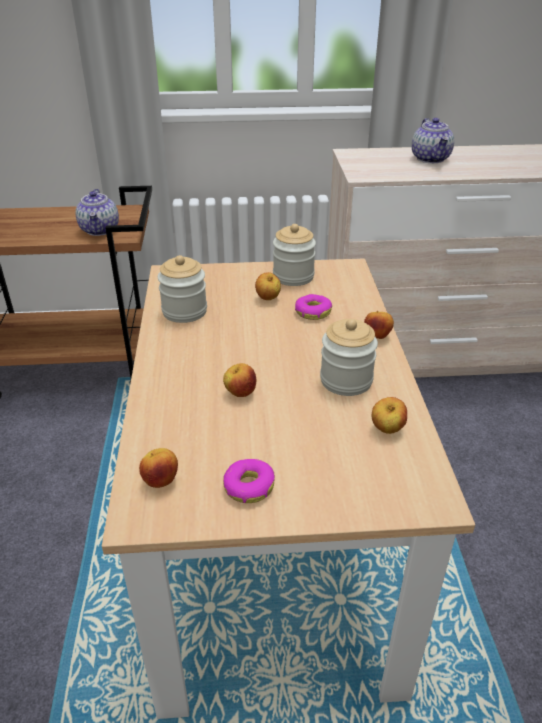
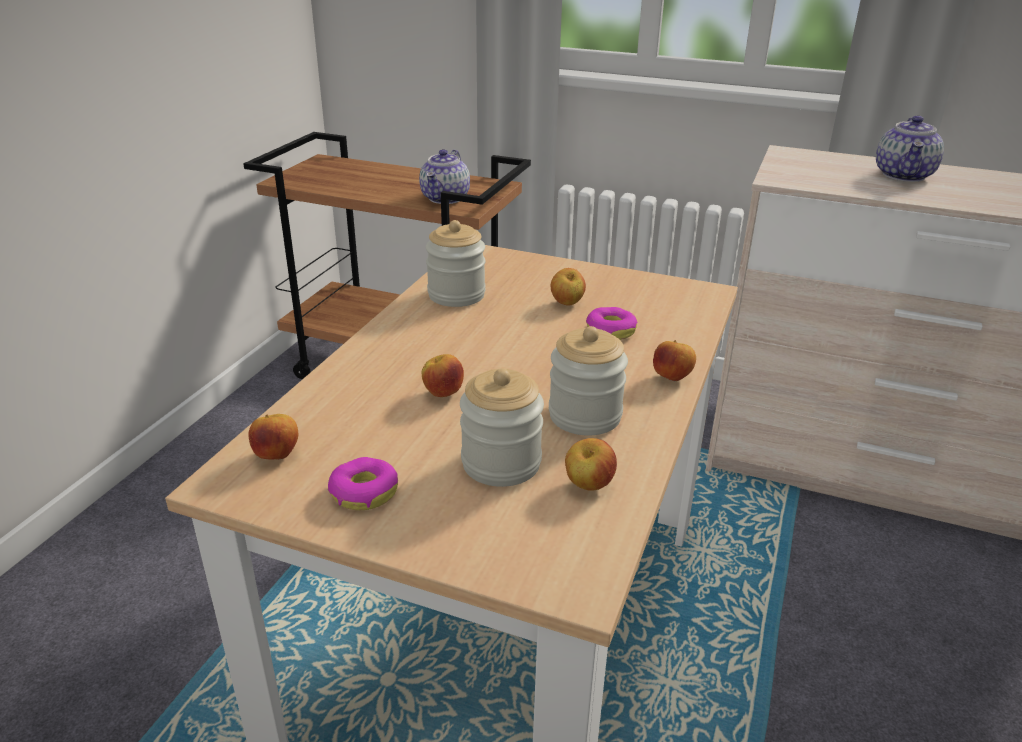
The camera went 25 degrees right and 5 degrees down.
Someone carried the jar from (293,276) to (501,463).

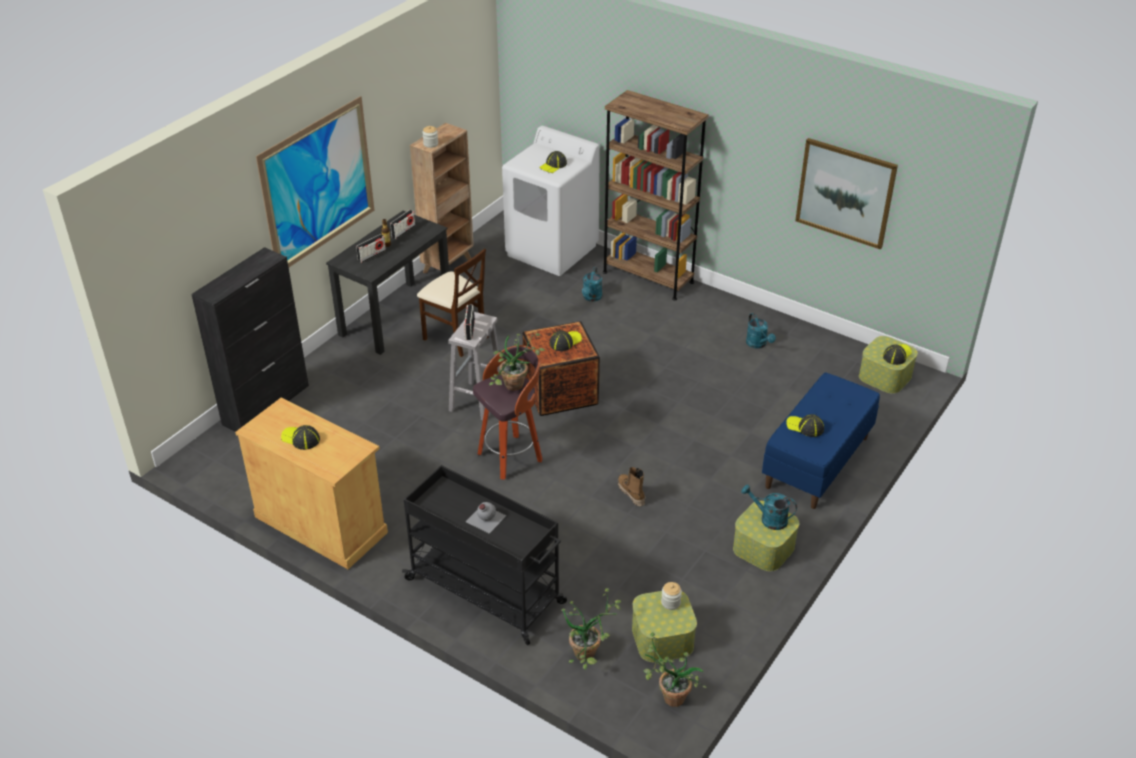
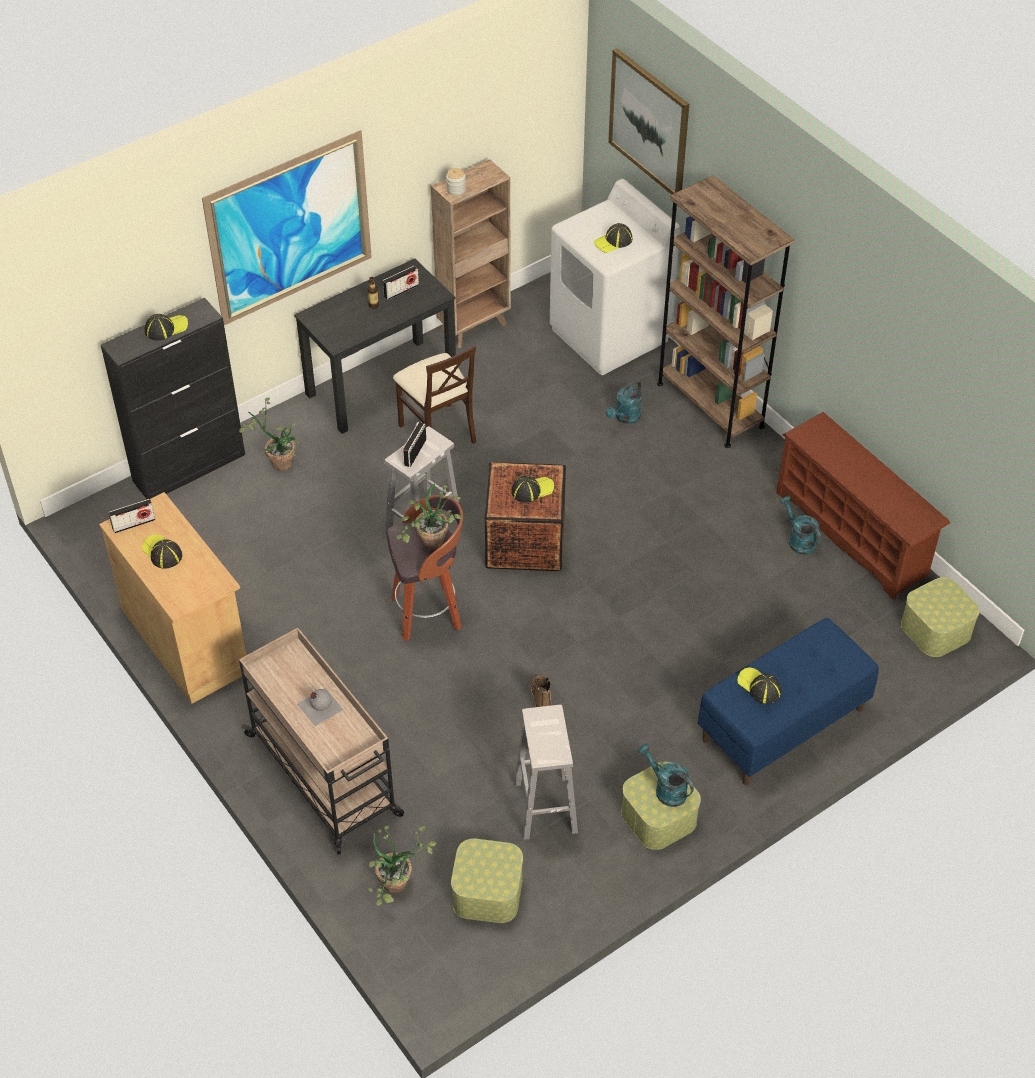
The camera went 20 degrees right and 10 degrees up.
Someone carried the radio receiver from (372,255) to (134,524).
Someone carried the baseball cap from (896,355) to (166,328).
Someone carried the plant in a pot from (668,695) to (278,460).
Someone repainted the cart/blackish at (487,592), which became the cart/sand-coloured at (324,776).
Someone put down the sitting stool/white-coloured at (546,808).
Someone carried the wall art from (845,193) to (649,123).
Someone put down the shoe shelf/brownish at (853,533).
Someone rotated the watering can/blue-green at (758,344) by 150 degrees clockwise.
Someone took away the jar at (670,602).

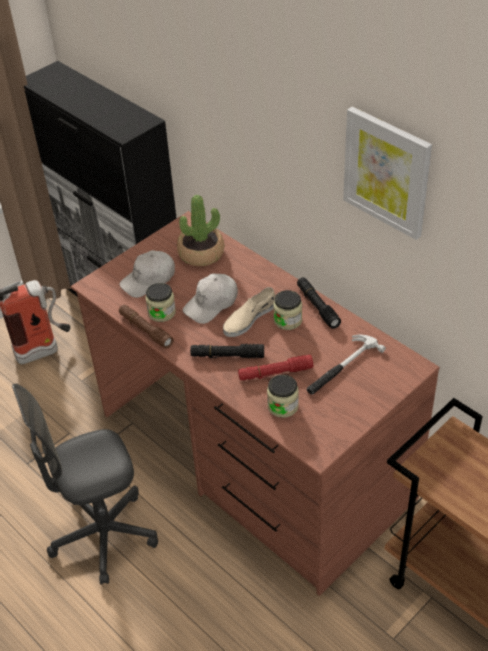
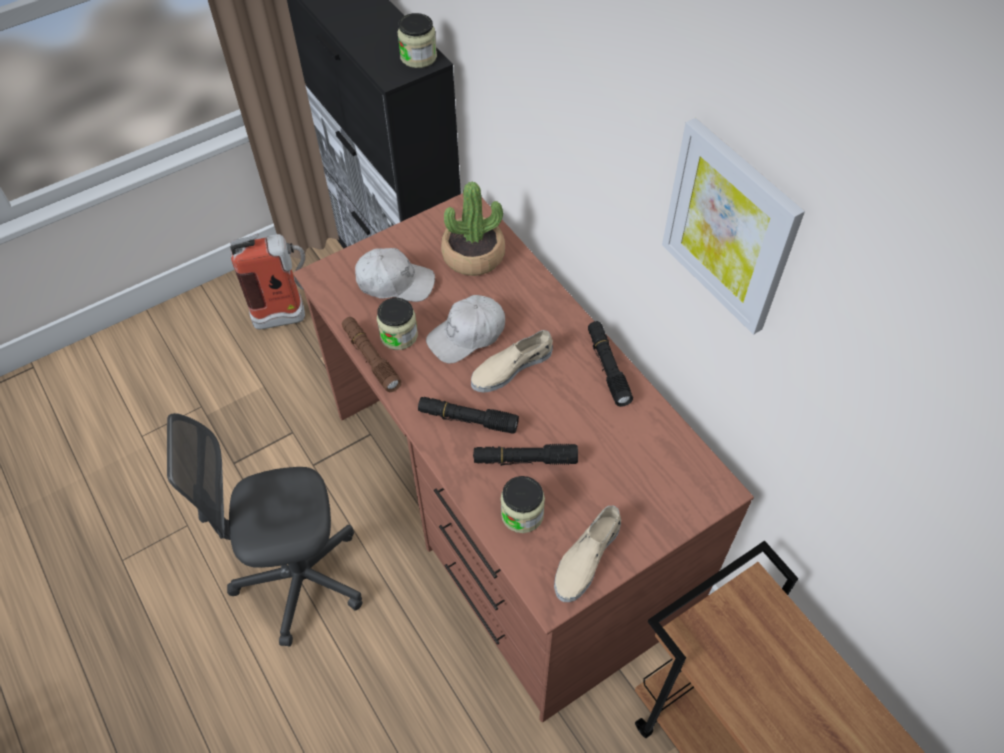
The camera went 10 degrees right and 10 degrees up.
Someone rotated the baseball cap/white-coloured at (148,280) by 150 degrees counterclockwise.
Someone carried the jar from (287,320) to (418,57).
Someone repainted the hand torch/reddish at (275,373), which became the hand torch/blackish at (525,459).
Someone put down the shoe/sand-coloured at (586,558).
Someone took away the tool hammer at (341,367).

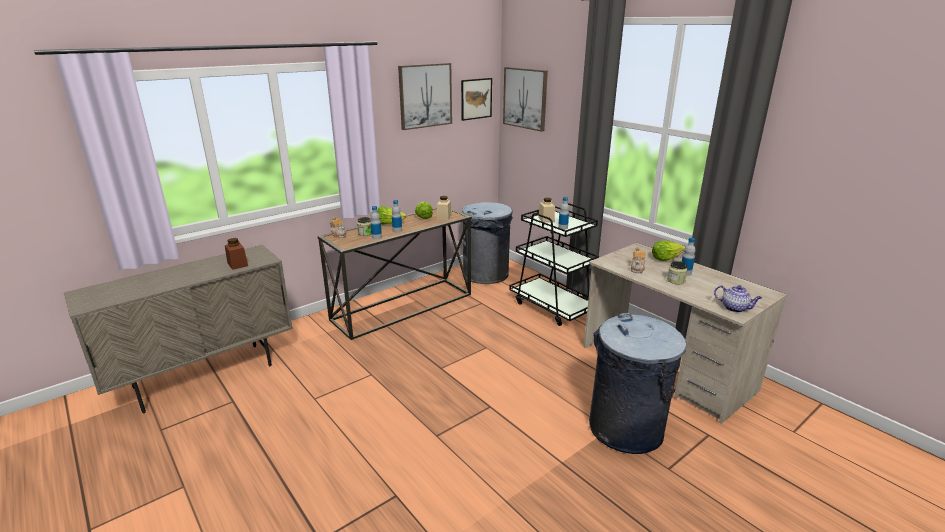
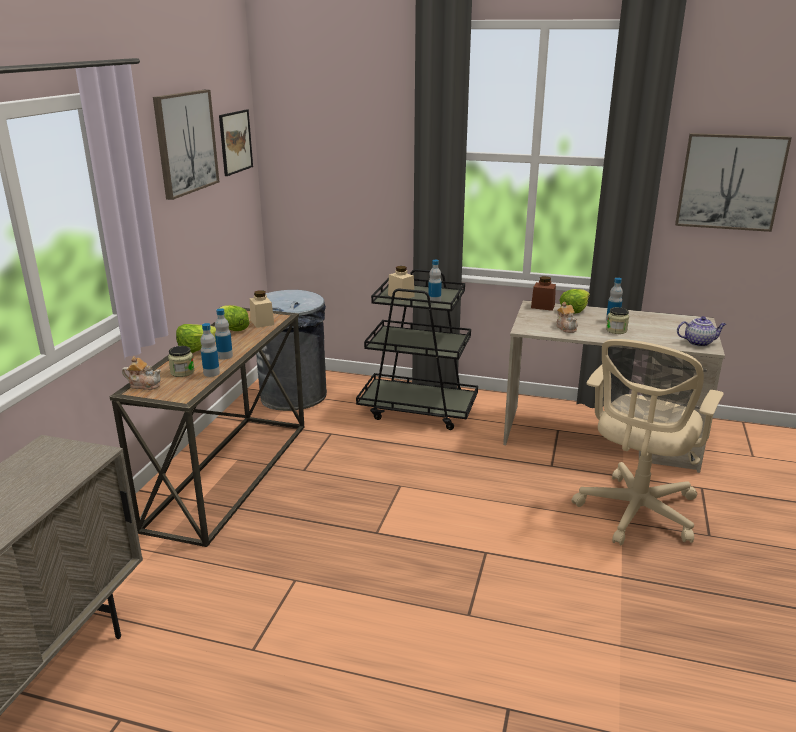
The camera went 35 degrees left and 0 degrees up.
Someone carried the jar/brownish from (237,264) to (542,306).
Someone swapped the trash can/greyish at (625,429) for the desk chair/sand-coloured at (635,514).
Someone carried the wall art from (525,98) to (730,182).

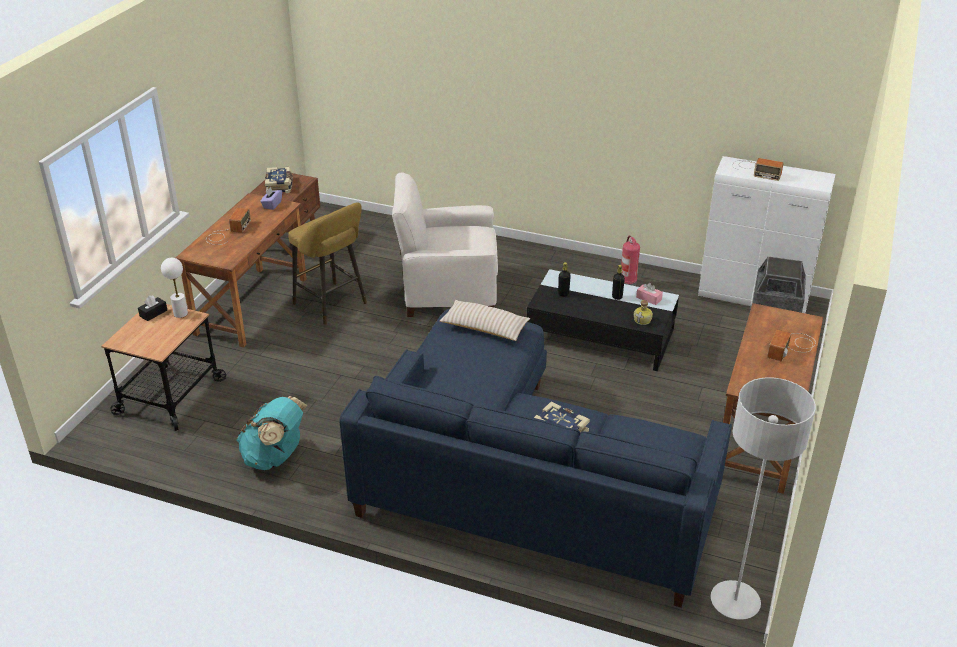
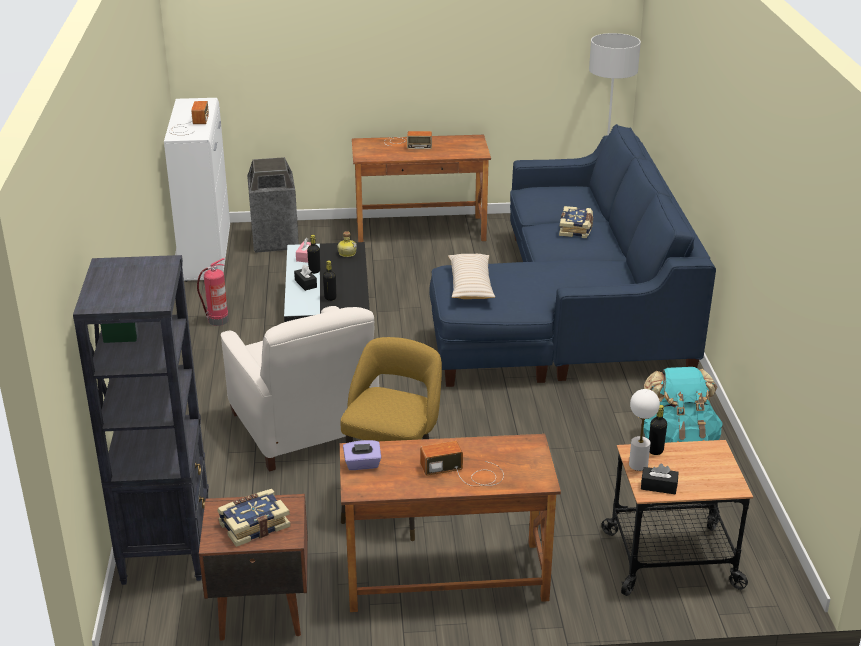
The camera went 115 degrees left and 5 degrees down.
Someone put down the bookshelf/blackish at (167,547).
Someone put down the box of tissues/blackish at (305,284).
Someone put down the beverage bottle/blackish at (655,451).

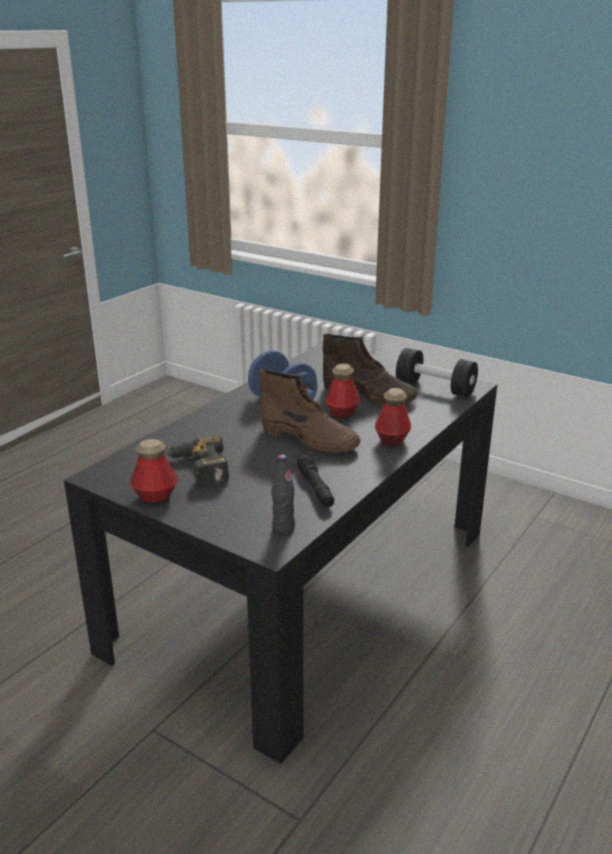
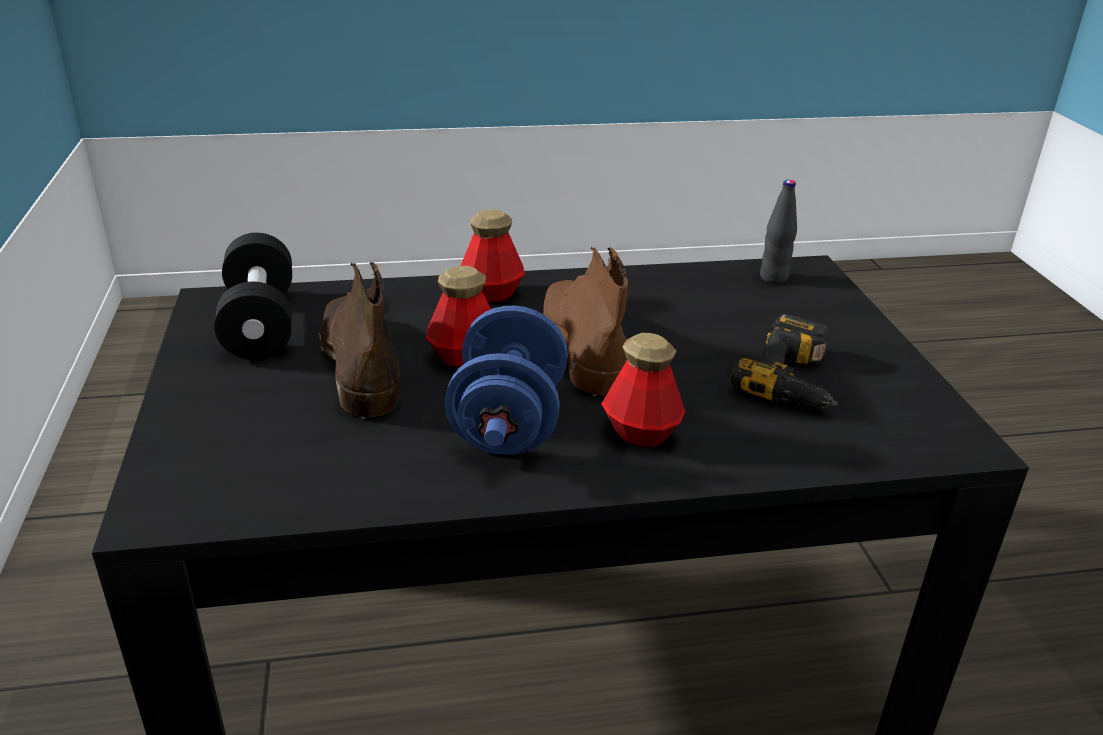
The camera went 135 degrees left and 5 degrees up.
Someone carried the beverage bottle from (155,496) to (640,433).
Someone took away the hand torch/blackish at (315,488).

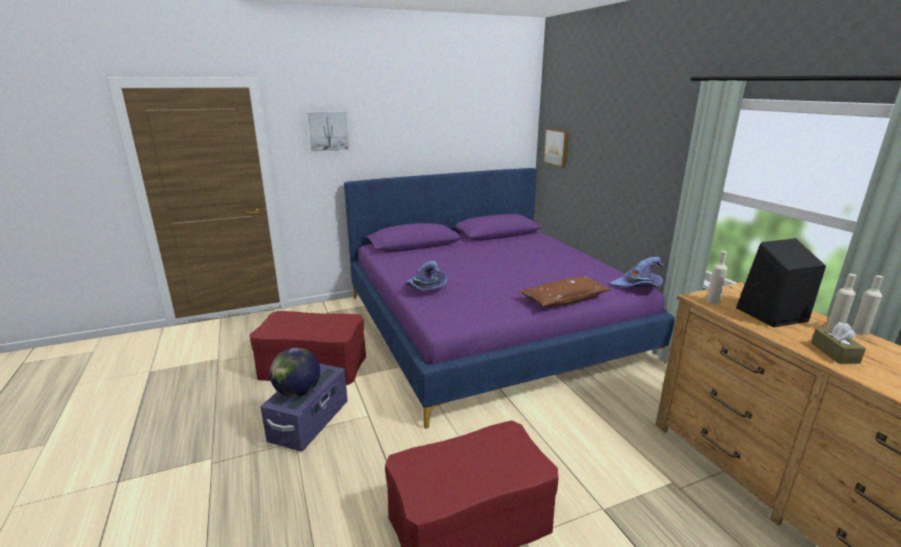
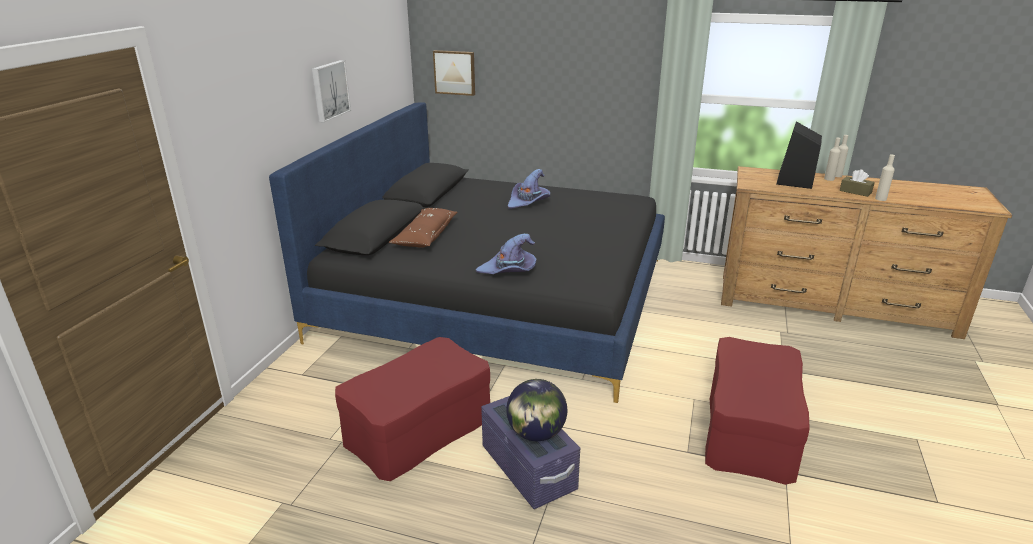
The camera went 50 degrees left and 5 degrees up.
Someone repainted the bedroom bed/purple at (490,326), which became the bedroom bed/blackish at (499,297).
Someone carried the wall art from (327,131) to (329,90).
Someone carried the pillow/brownish from (564,299) to (425,236).
Someone carried the hat/purple from (637,286) to (529,202).
Someone carried the beverage bottle/sand-coloured from (713,301) to (880,199).

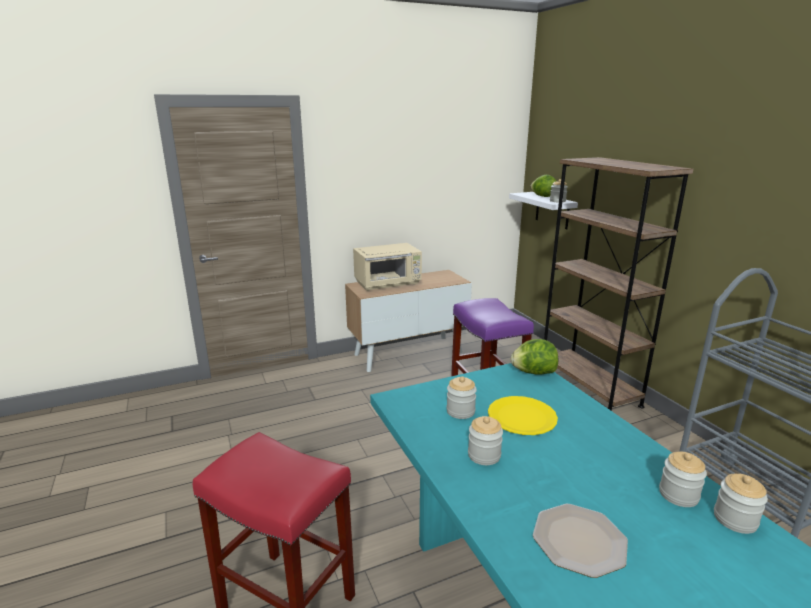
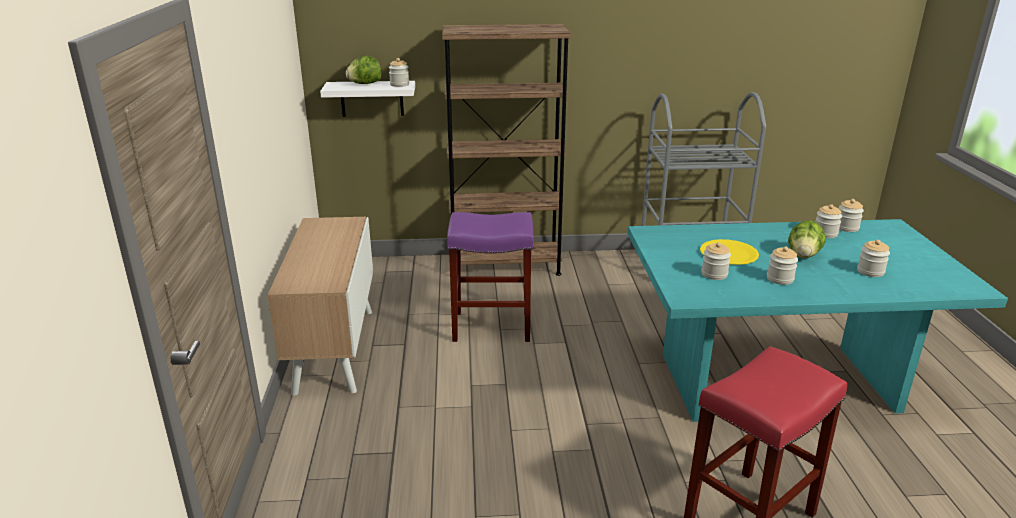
The camera went 70 degrees left and 5 degrees up.
Someone carried the lettuce from (533,372) to (803,255).
Someone swapped the plate at (579,541) for the jar at (870,271).
Someone took away the kitchen microwave/sand-coloured at (388,284).

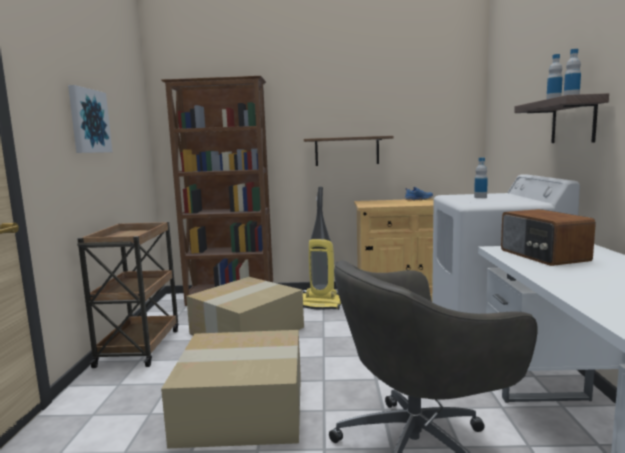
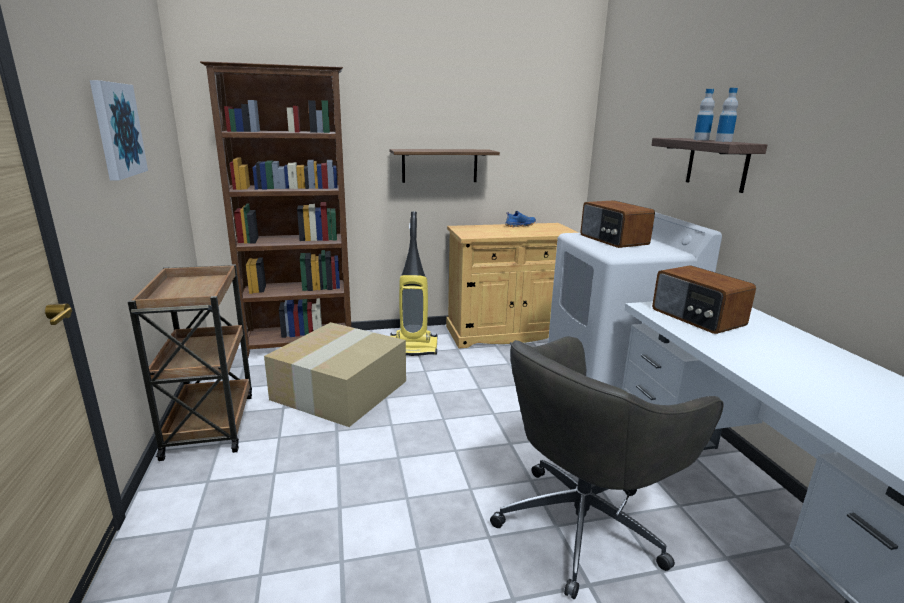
The camera went 15 degrees left and 10 degrees up.
Someone swapped the beverage bottle at (480,197) for the radio receiver at (613,240).
Someone took away the cardboard box at (244,407).

